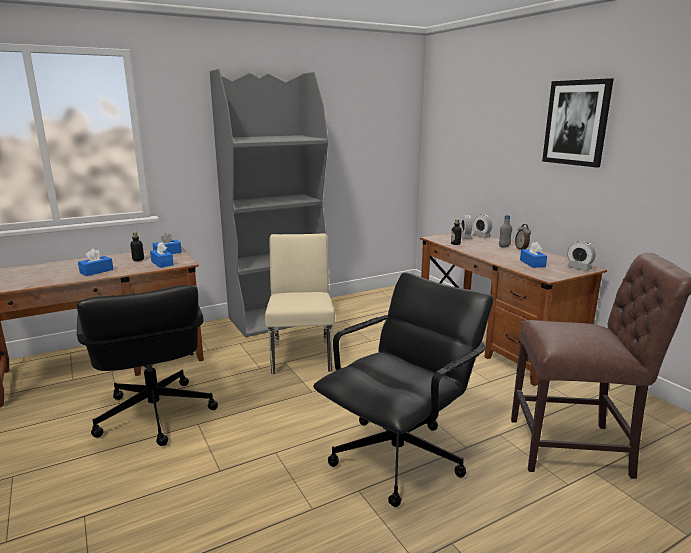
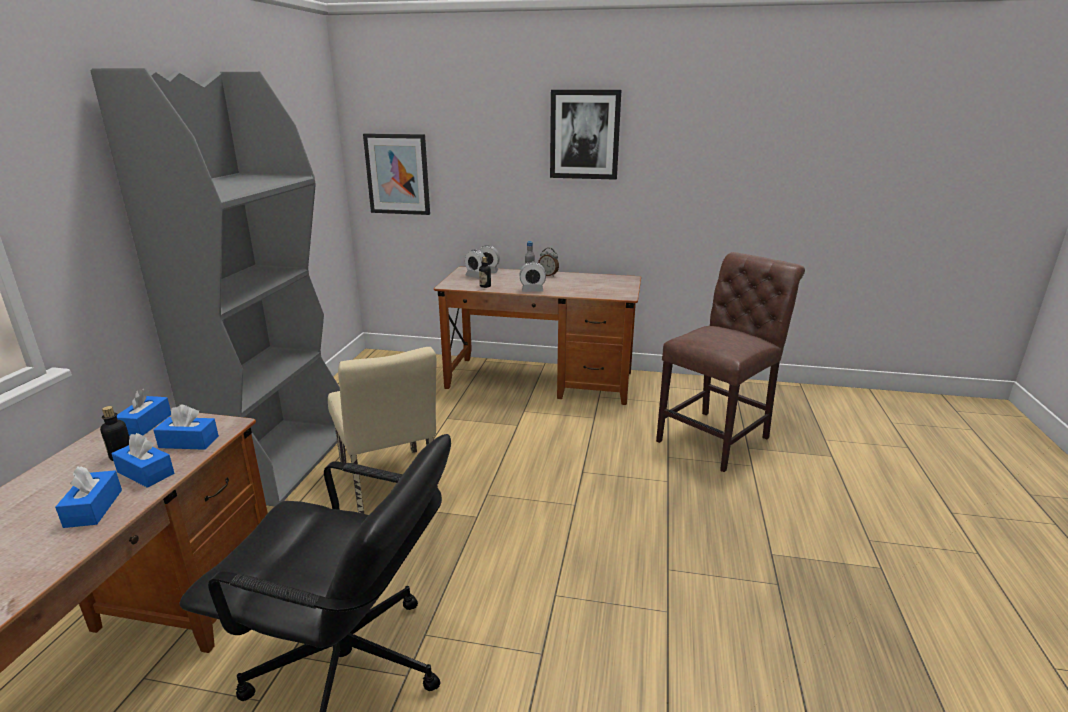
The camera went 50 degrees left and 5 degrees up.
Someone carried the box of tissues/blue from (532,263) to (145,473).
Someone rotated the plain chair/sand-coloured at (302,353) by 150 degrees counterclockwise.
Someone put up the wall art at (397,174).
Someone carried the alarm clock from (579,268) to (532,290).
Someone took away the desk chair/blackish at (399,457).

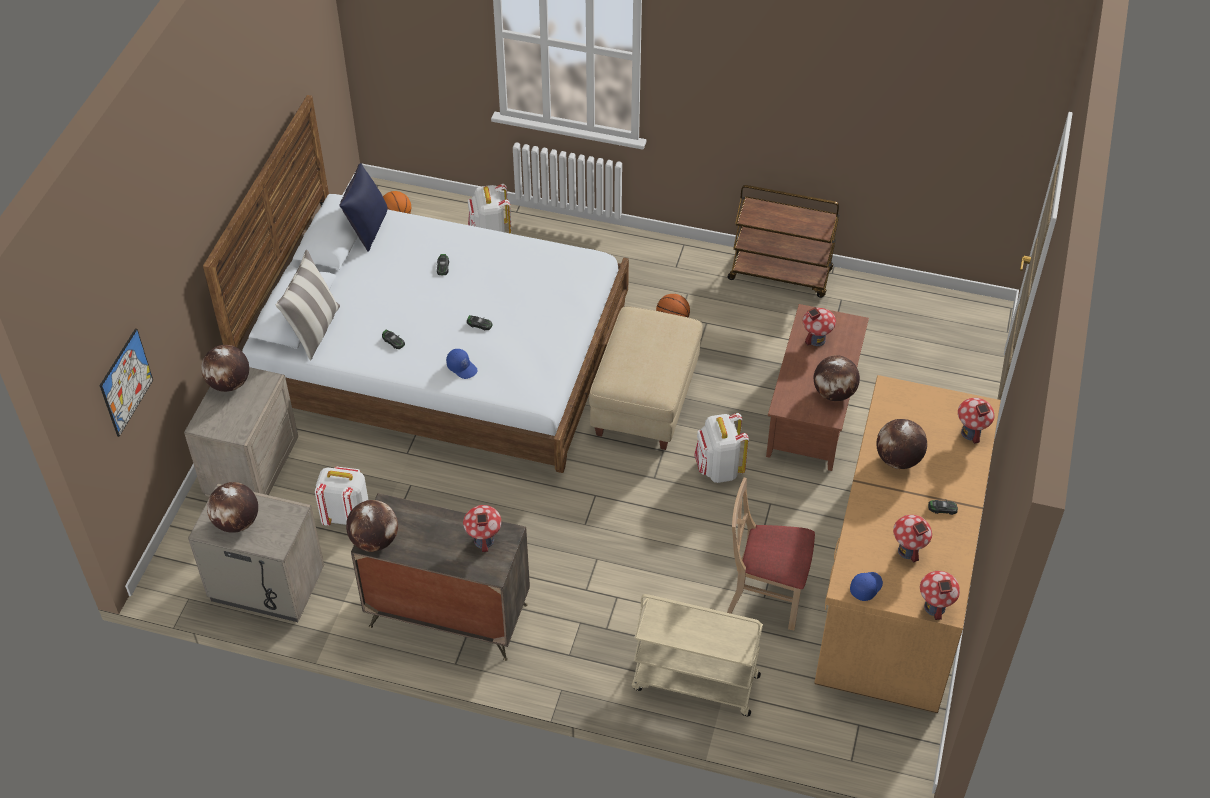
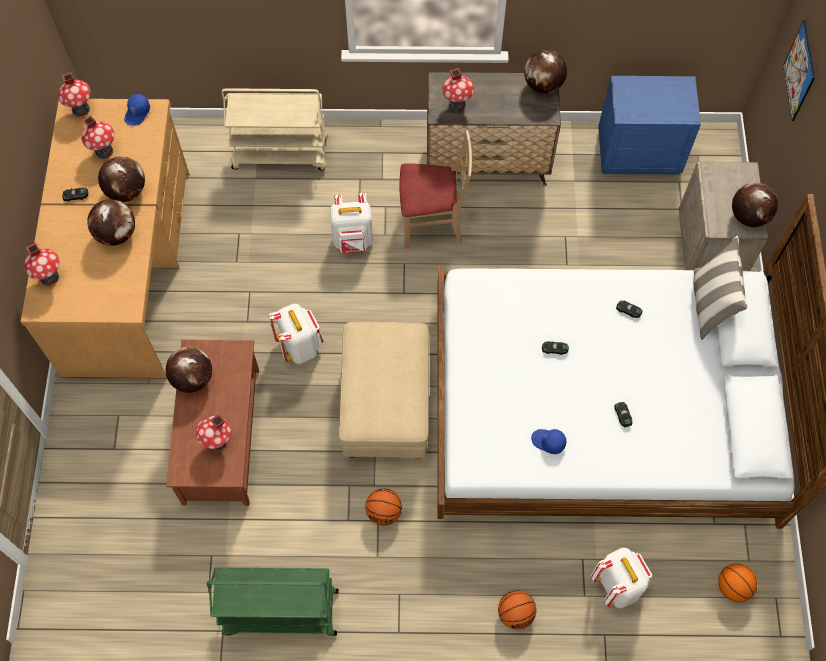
The camera went 165 degrees right and 15 degrees up.
Someone carried the world globe from (237,522) to (126,191).
Someone repainted the cart/brownish at (781,274), which became the cart/green-coloured at (280,613).
Someone carried the rucksack/white-coloured from (347,516) to (353,240).
Someone carried the plain chair/sand-coloured from (766,596) to (432,223).
Someone put down the basketball ball at (515,613).
Someone carried the baseball cap/blue from (462,367) to (548,442).
Someone repainted the night table/sand-coloured at (266,586), which became the night table/blue at (638,151).
Someone took away the pillow/blue at (367,229).

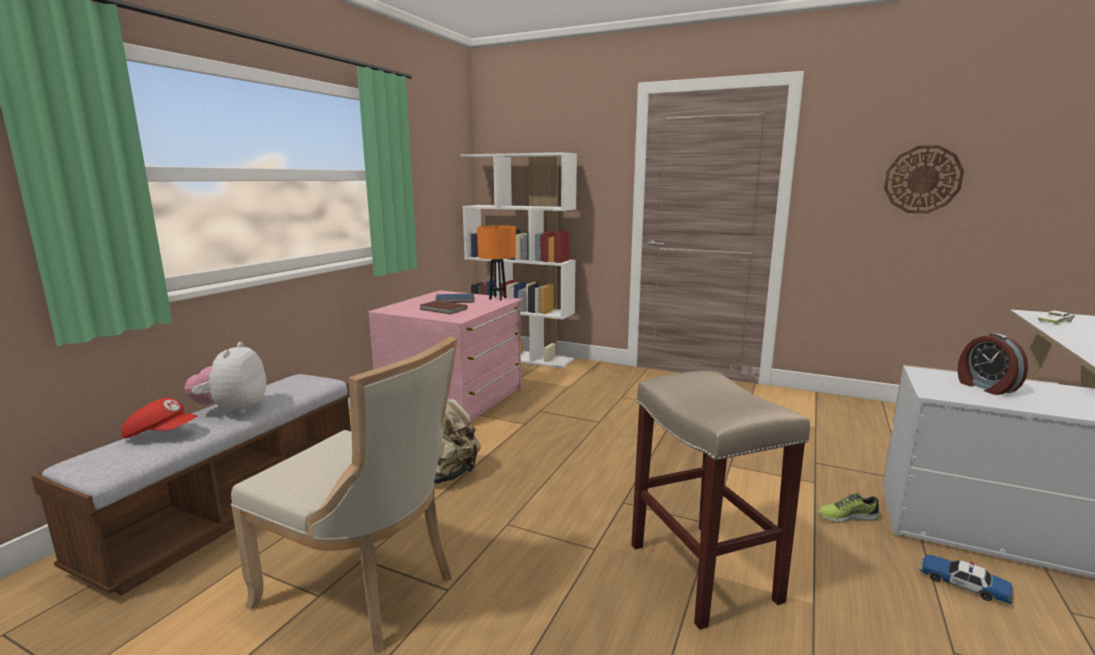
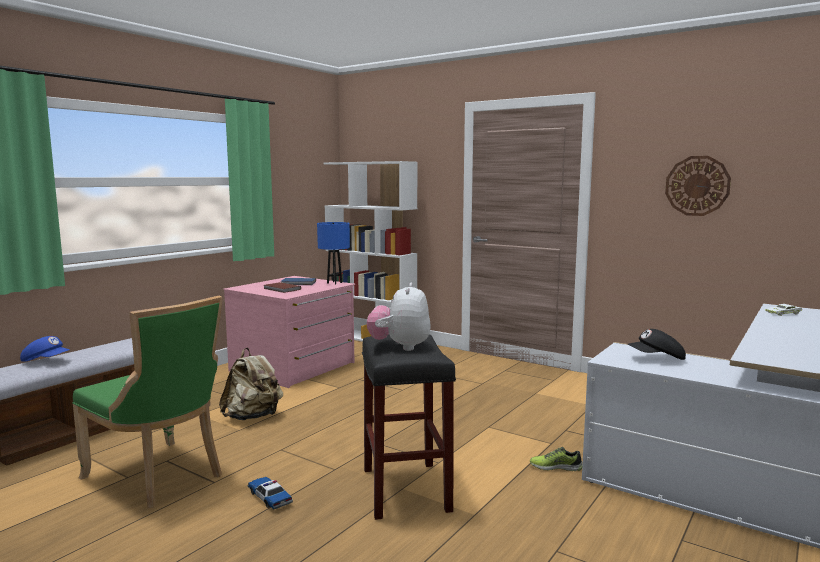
The camera went 10 degrees right and 5 degrees down.
Someone repainted the baseball cap/reddish at (162,434), which became the baseball cap/blue at (46,361).
Someone repainted the plain chair/sand-coloured at (365,589), which became the plain chair/green-coloured at (159,476).
Someone carried the miniature car from (963,584) to (269,498).
Someone repainted the table lamp/orange-coloured at (497,298), which became the table lamp/blue at (334,283).
Someone repainted the sitting stool/sand-coloured at (705,573), which became the sitting stool/blackish at (406,490).
Someone carried the cuddly toy from (233,410) to (400,347).
Someone swapped the alarm clock at (985,387) for the baseball cap/blackish at (657,359).

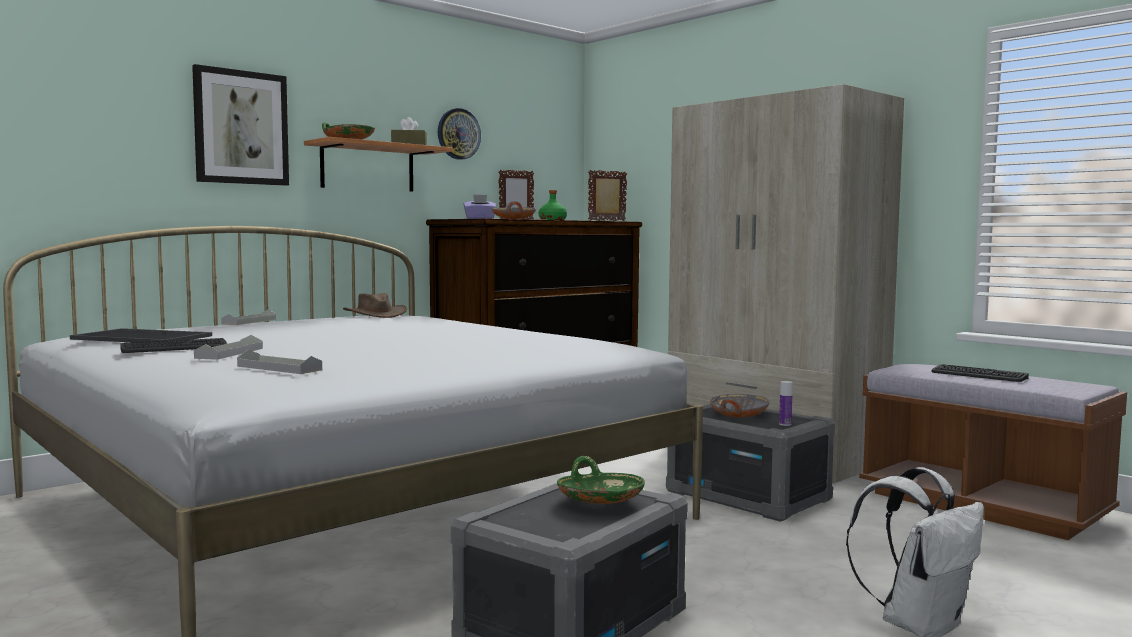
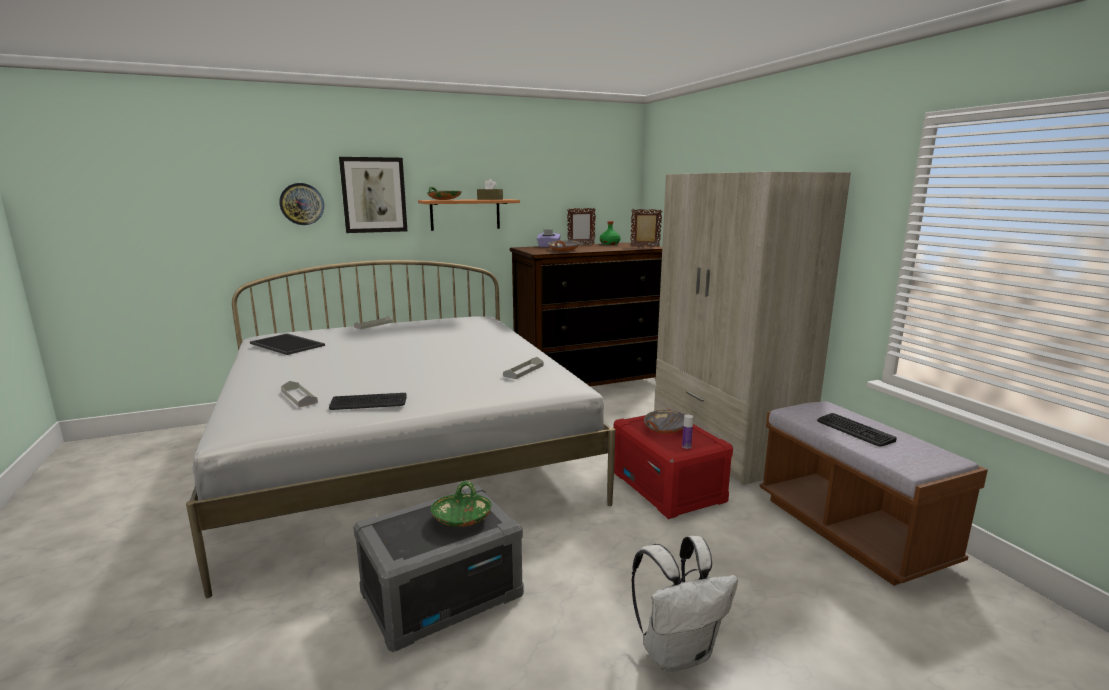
The camera went 20 degrees right and 10 degrees up.
Someone carried the clock on the wall from (458,134) to (302,204).
Someone carried the computer keyboard from (175,348) to (368,403).
Someone carried the carrying tray/greyish from (229,353) to (523,371).
Someone repainted the storage box/greyish at (748,495), which became the storage box/reddish at (668,487).
Someone took away the hat/brownish at (375,314).

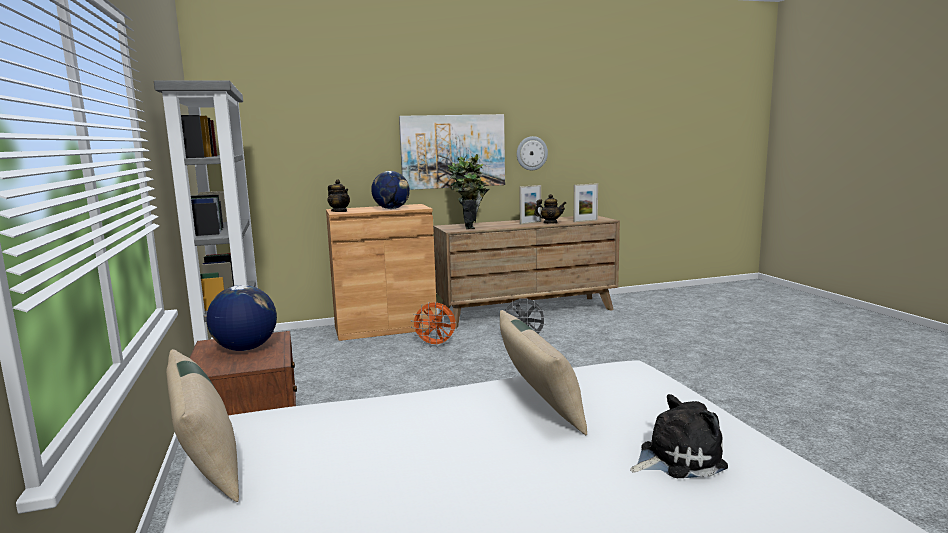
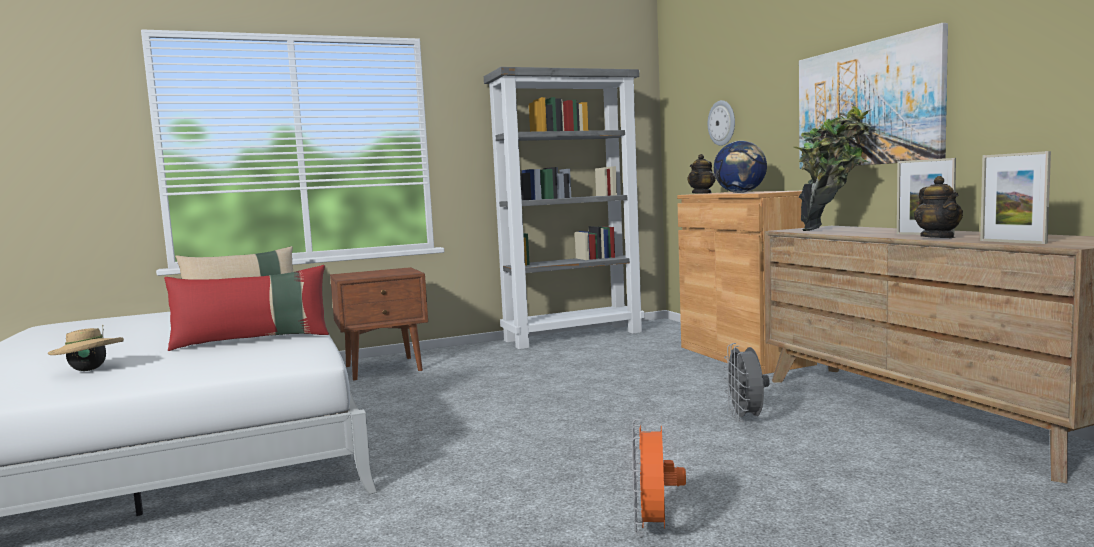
The camera went 85 degrees right and 5 degrees down.
Someone swapped the cuddly toy at (677,458) for the hat/sand-coloured at (89,370).
Someone repainted the pillow/sand-coloured at (539,402), which became the pillow/reddish at (253,340).
Someone carried the fan/orange-coloured from (435,345) to (654,529).
Someone carried the clock on the wall from (531,153) to (722,123).
Someone took away the world globe at (245,349).

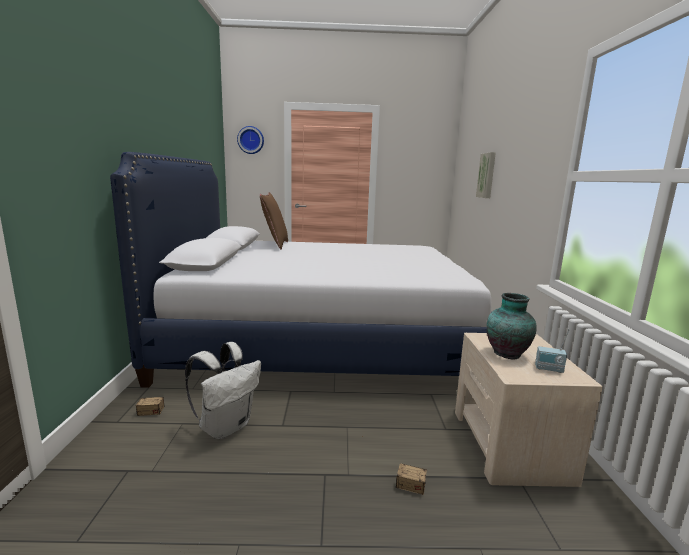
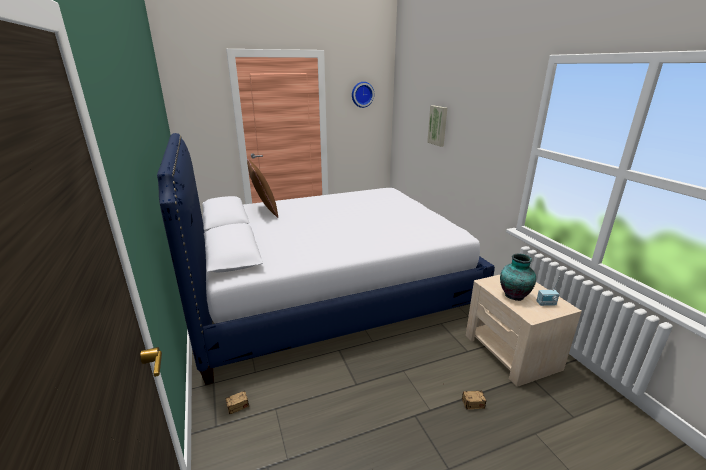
The camera went 20 degrees left and 10 degrees up.
Someone carried the clock on the wall from (251,140) to (362,94).
Someone took away the rucksack/white-coloured at (226,426).

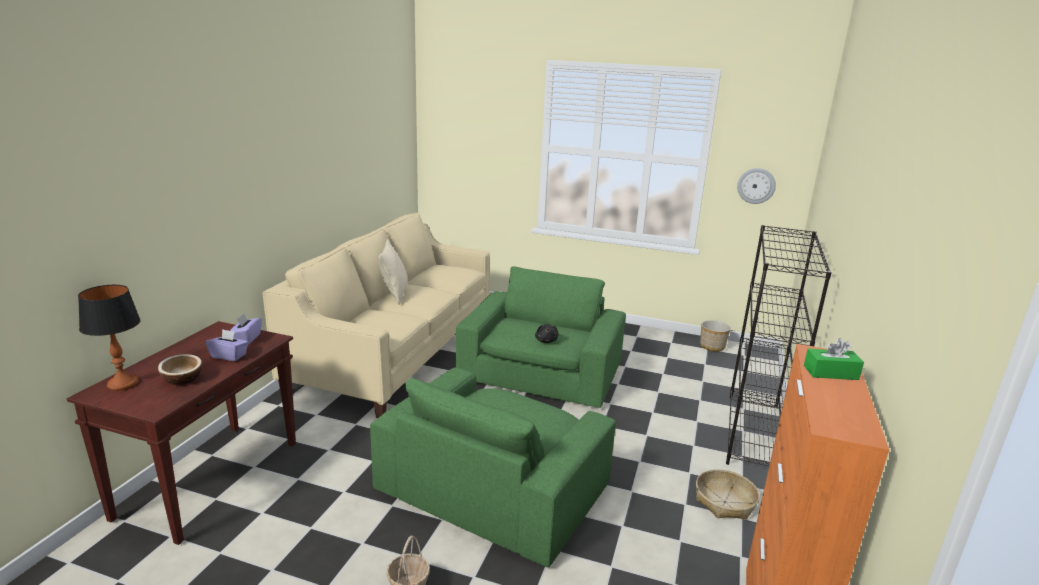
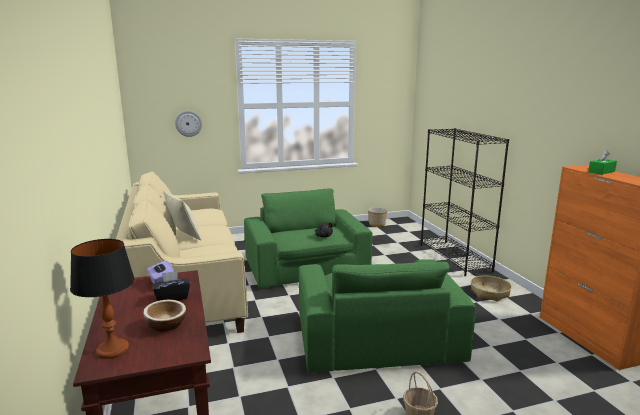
The camera went 35 degrees left and 5 degrees down.
Someone repainted the box of tissues/purple at (229,356), which became the box of tissues/blackish at (172,297).
Someone carried the clock on the wall from (756,185) to (188,123).

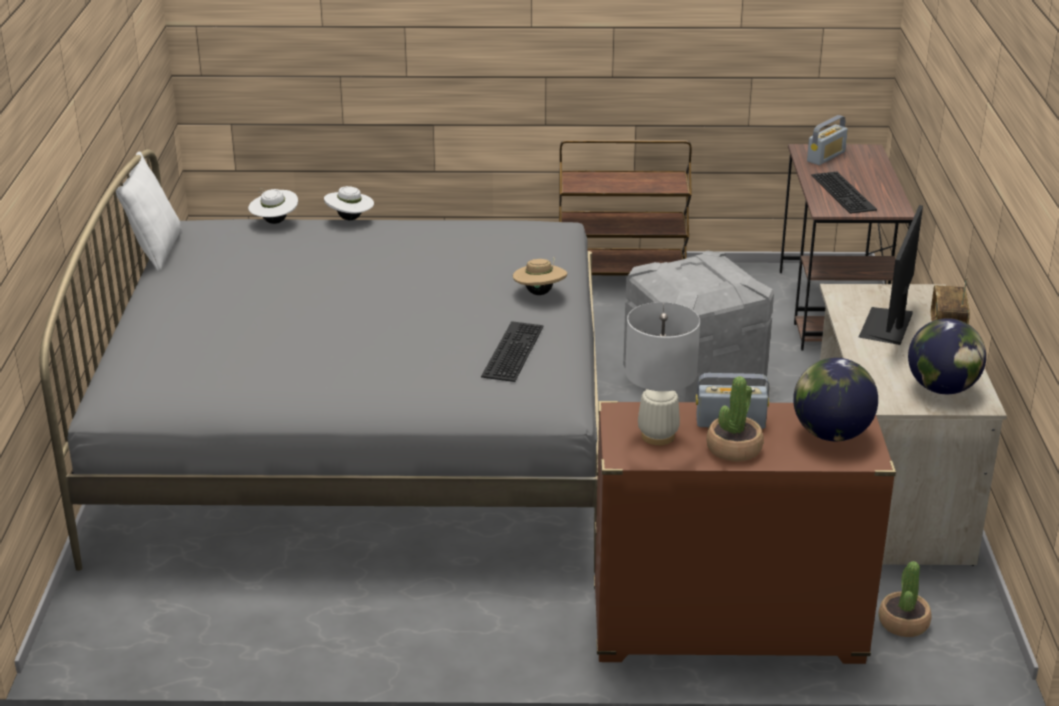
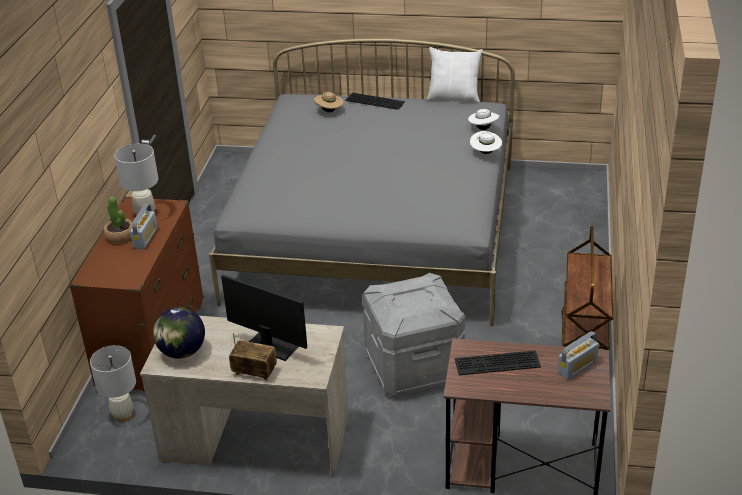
The camera went 100 degrees right and 5 degrees up.
Someone swapped the plant in a pot at (903,623) for the table lamp/white-coloured at (123,414).
Someone carried the hat/sand-coloured from (539,293) to (329,111).
Someone carried the computer keyboard from (511,350) to (376,101).
Someone rotated the radio receiver at (826,156) by 90 degrees counterclockwise.
Someone took away the world globe at (831,434).

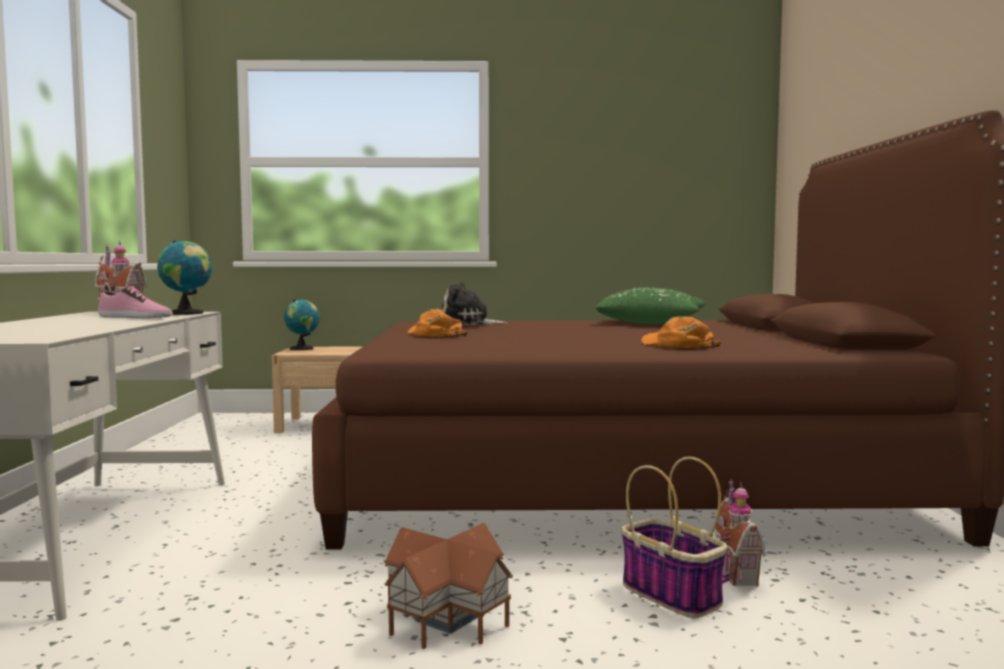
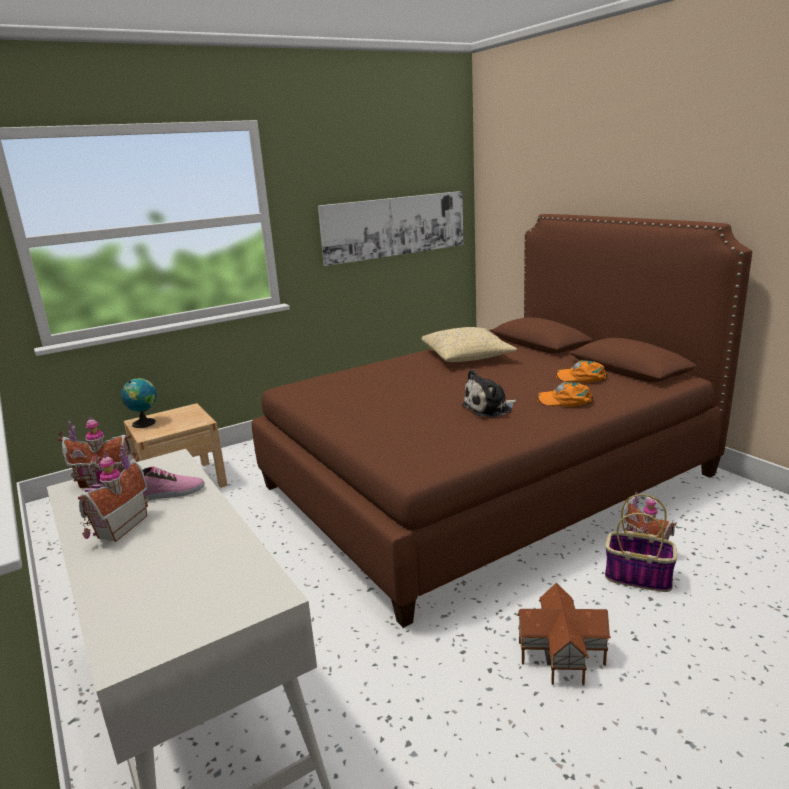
The camera went 30 degrees left and 15 degrees up.
Someone put down the toy house at (118,527).
Someone put up the wall art at (395,226).
Someone repainted the pillow/green-coloured at (652,323), which became the pillow/sand-coloured at (467,356).
Someone carried the cuddly toy from (469,323) to (489,408).
Someone carried the baseball cap/orange-coloured from (435,334) to (582,378).
Someone took away the world globe at (187,313).

